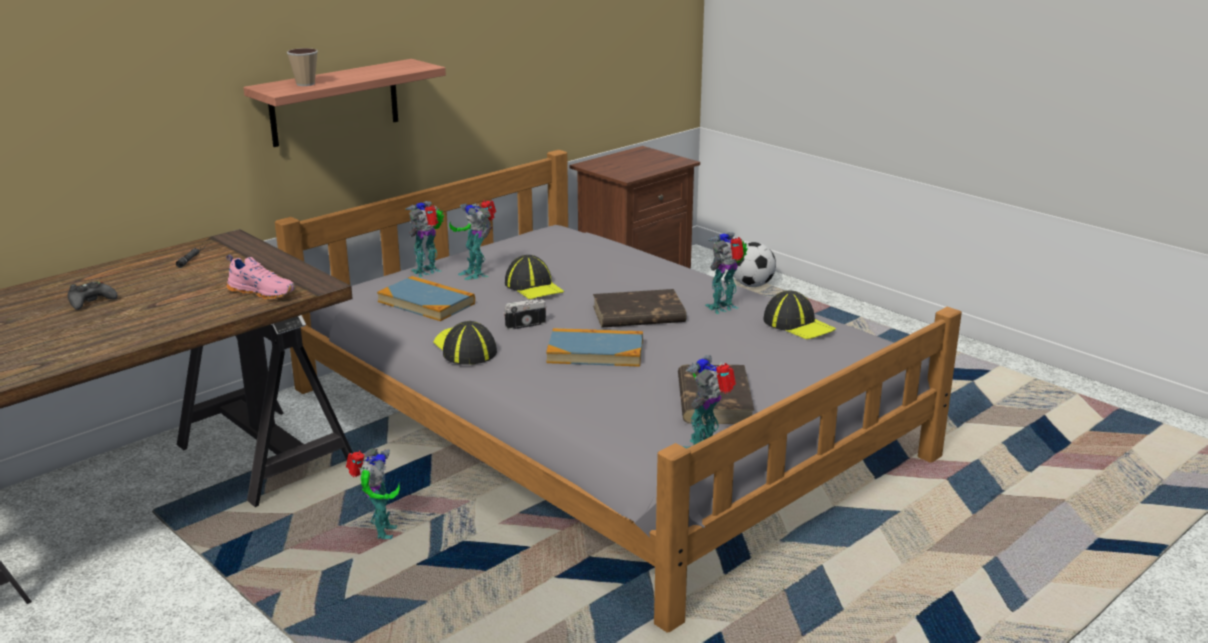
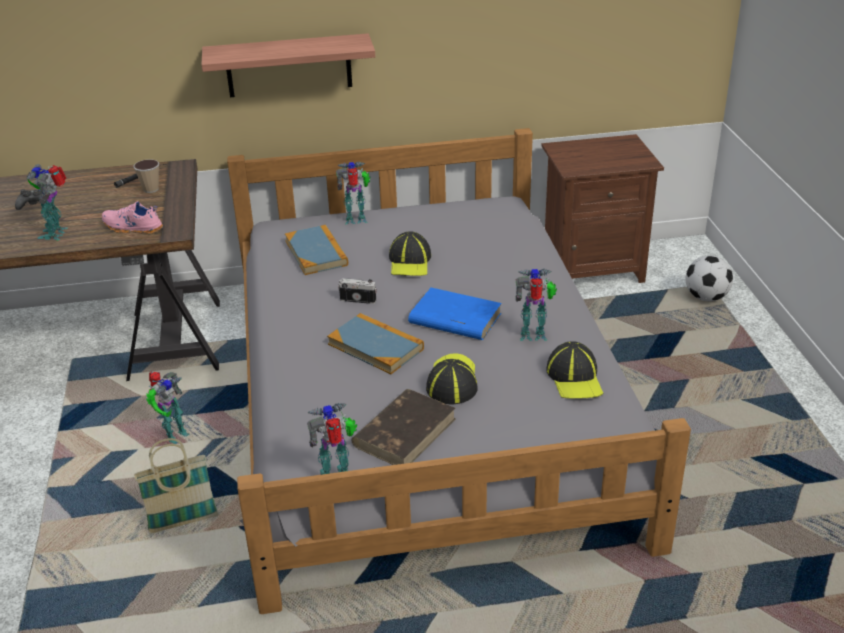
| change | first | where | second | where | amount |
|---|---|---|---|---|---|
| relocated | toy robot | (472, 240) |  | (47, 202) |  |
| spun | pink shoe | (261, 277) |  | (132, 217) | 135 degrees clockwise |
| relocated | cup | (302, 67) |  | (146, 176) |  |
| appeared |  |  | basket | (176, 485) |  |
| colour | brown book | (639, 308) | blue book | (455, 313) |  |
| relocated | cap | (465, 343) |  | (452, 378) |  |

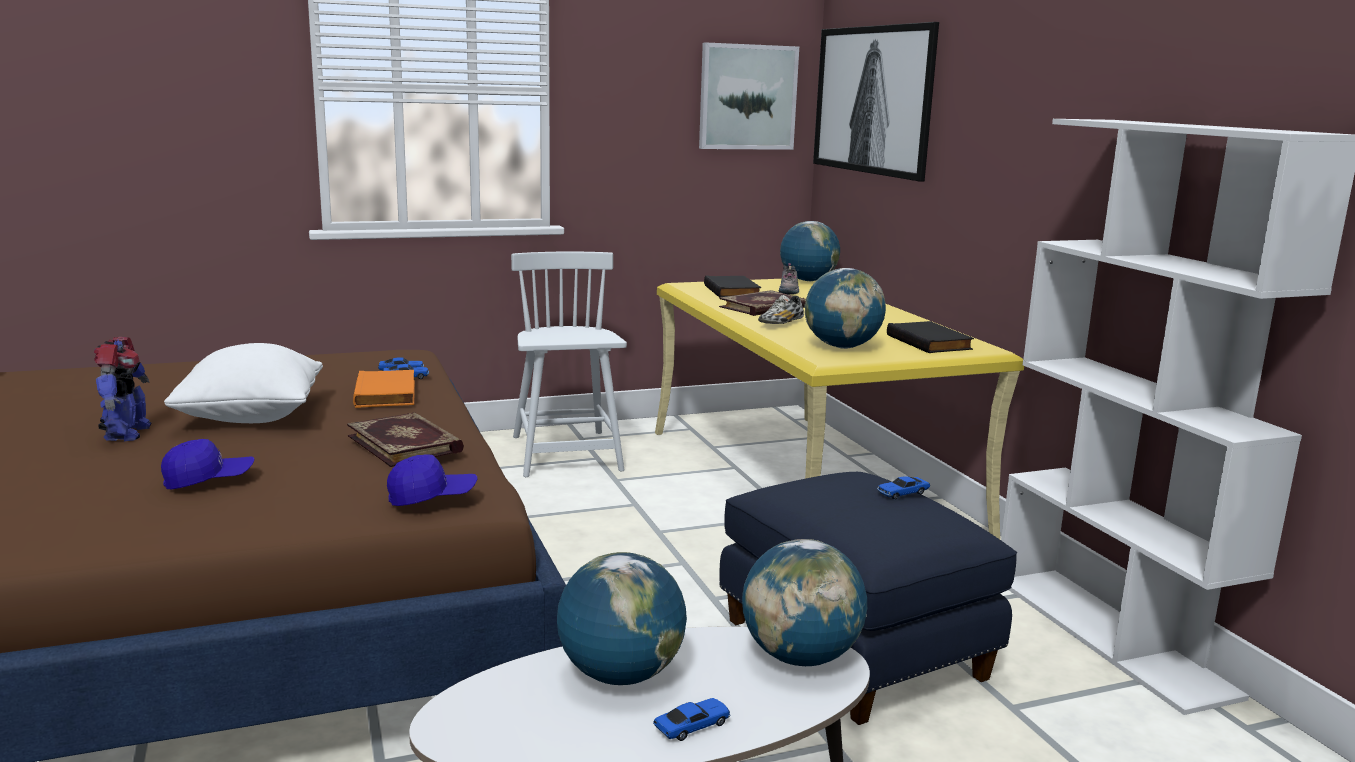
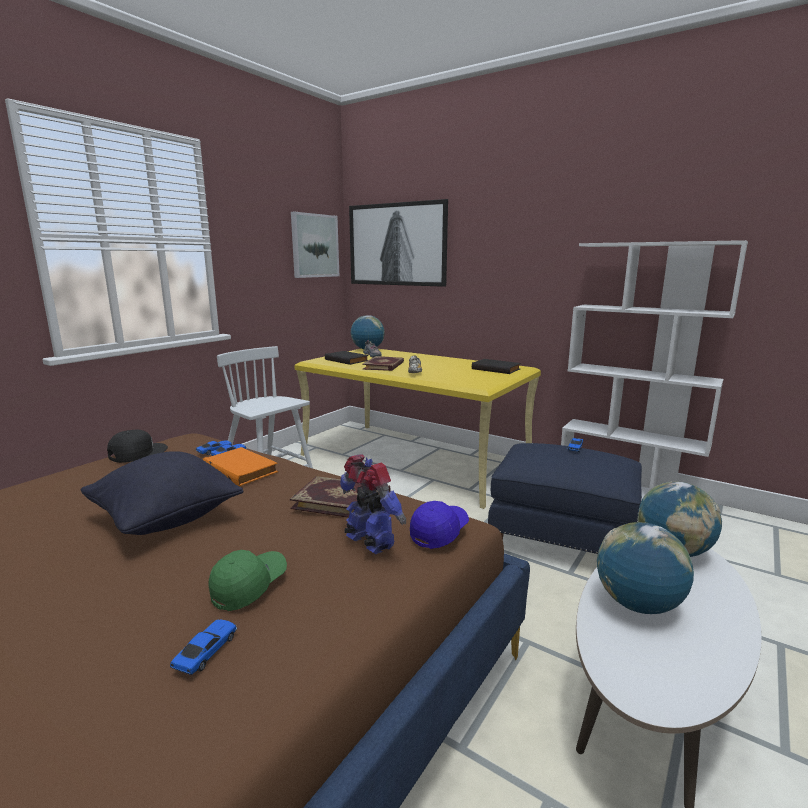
| change | first | where | second | where | amount |
|---|---|---|---|---|---|
| colour | white pillow | (243, 383) | black pillow | (162, 493) |  |
| appeared |  |  | black cap | (137, 446) |  |
| relocated | toy car | (691, 719) |  | (203, 647) |  |
| colour | blue cap | (207, 464) | green cap | (247, 580) |  |
| relocated | toy robot | (123, 389) |  | (373, 504) |  |
| missing | globe | (845, 308) |  |  |  |

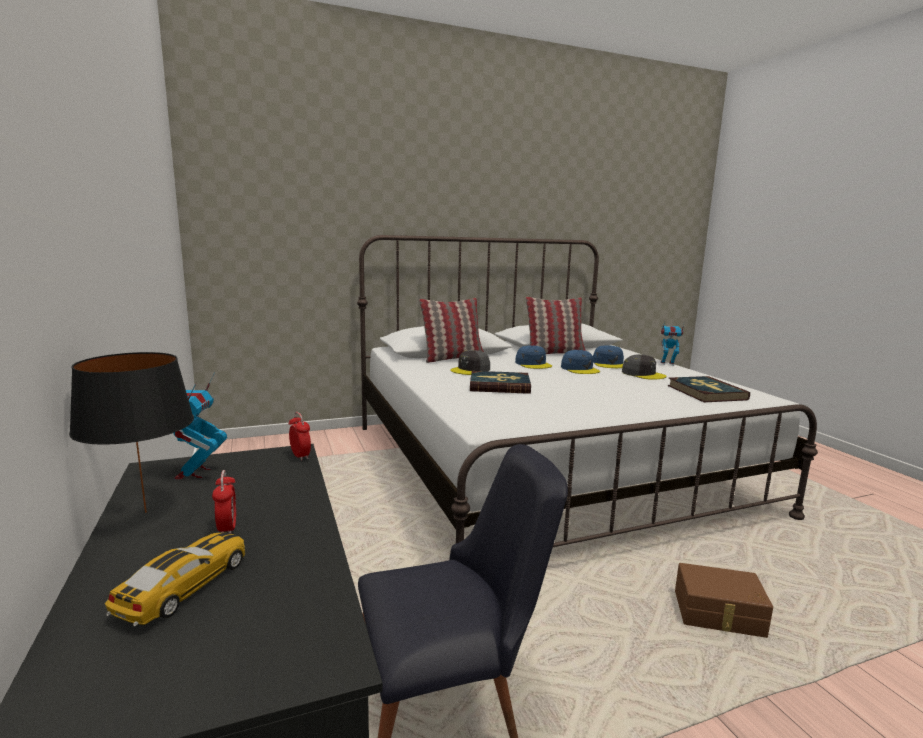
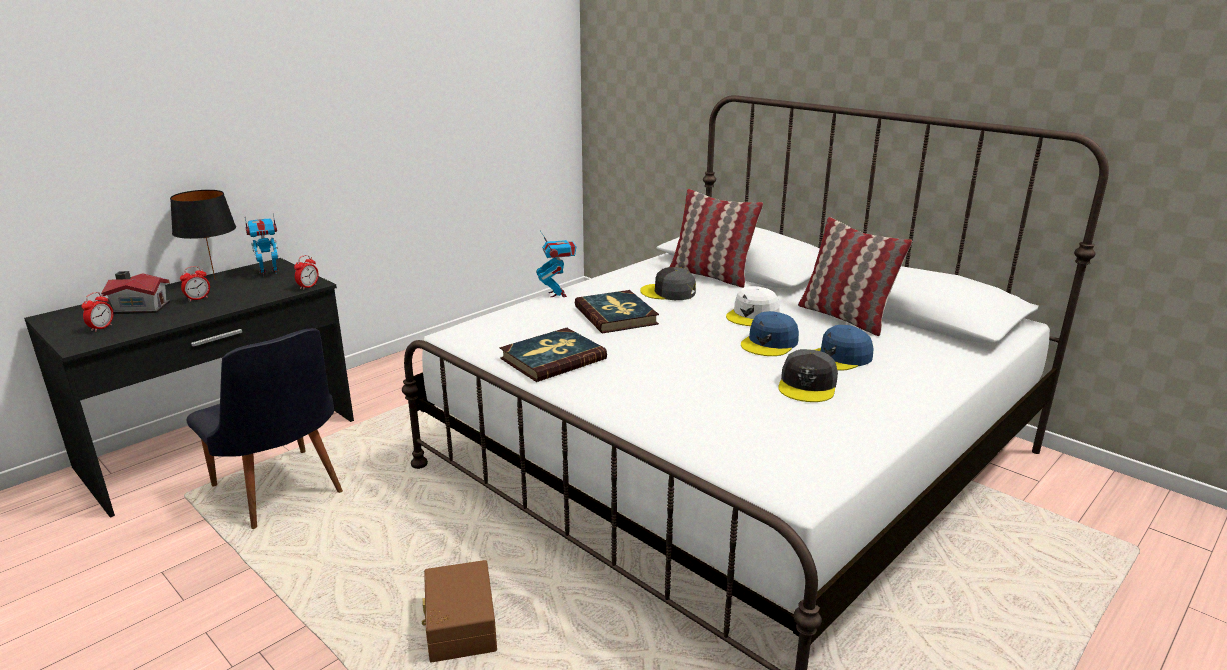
| change | first | where | second | where | amount |
|---|---|---|---|---|---|
| appeared |  |  | alarm clock | (97, 312) |  |
| exchanged | toy car | (175, 579) | toy house | (135, 292) |  |
| relocated | book | (709, 389) |  | (553, 355) |  |
| relocated | toy robot | (673, 343) |  | (556, 264) |  |
| colour | blue cap | (533, 357) | white cap | (753, 306) |  |

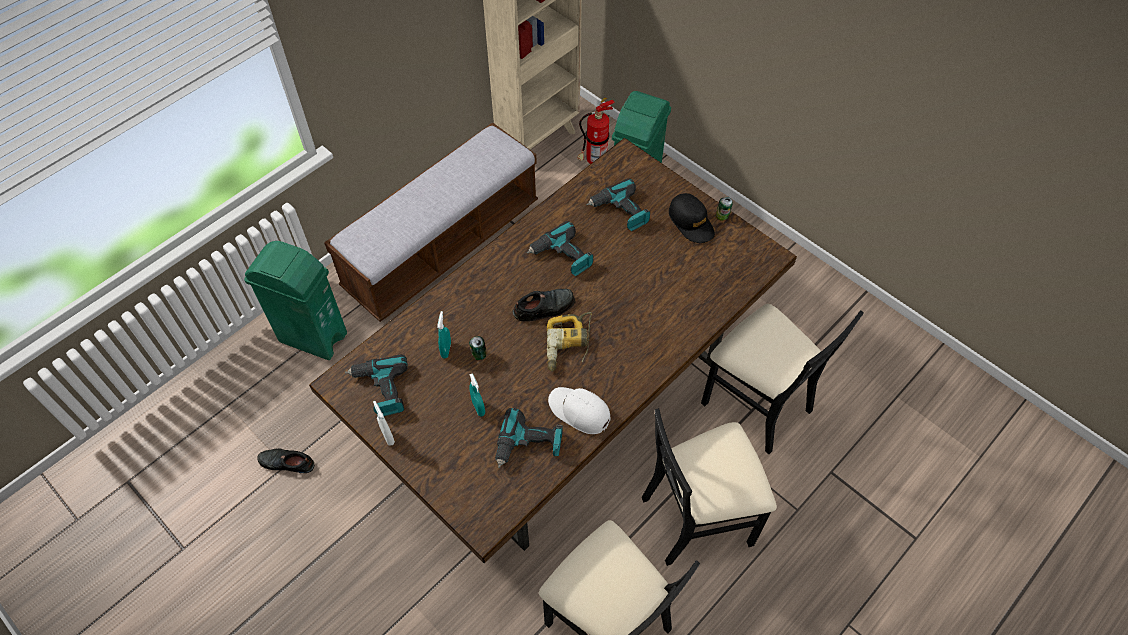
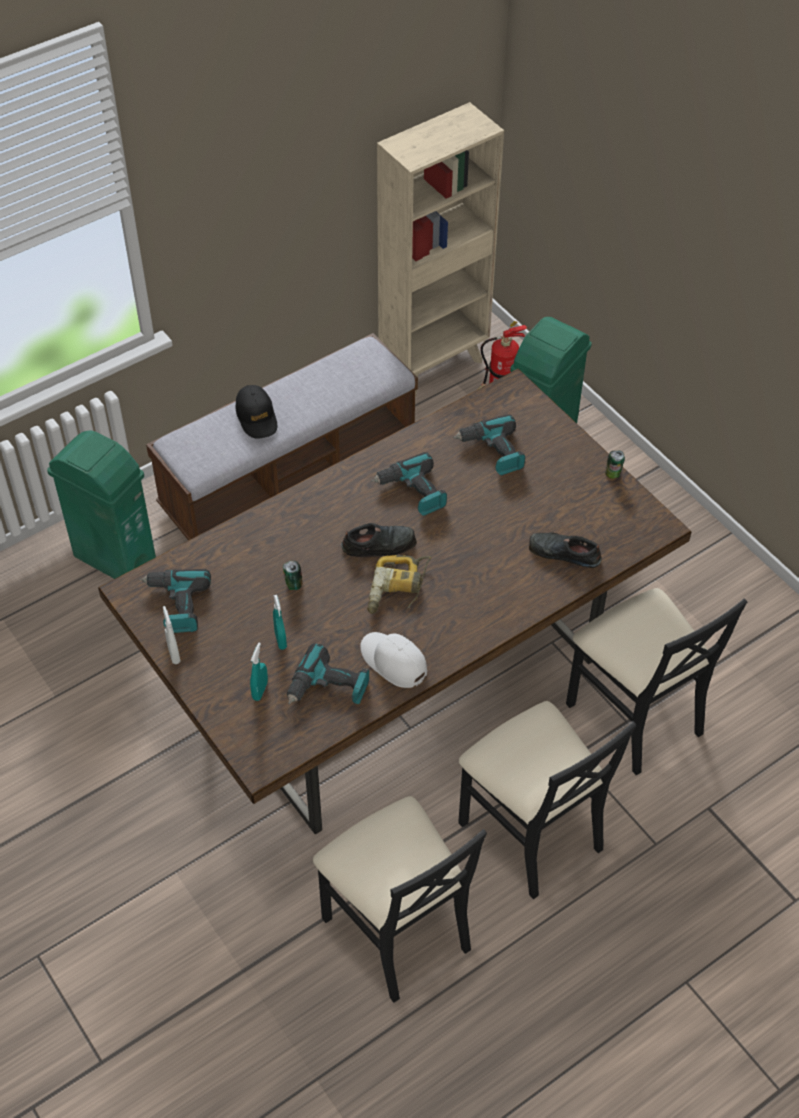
| change | first | where | second | where | amount |
|---|---|---|---|---|---|
| relocated | black cap | (692, 218) |  | (256, 412) |  |
| relocated | turquoise spray bottle | (444, 335) |  | (259, 672) |  |
| spun | black chair | (709, 487) |  | (547, 800) | 120 degrees counterclockwise |
| relocated | black shoe | (285, 460) |  | (565, 550) |  |

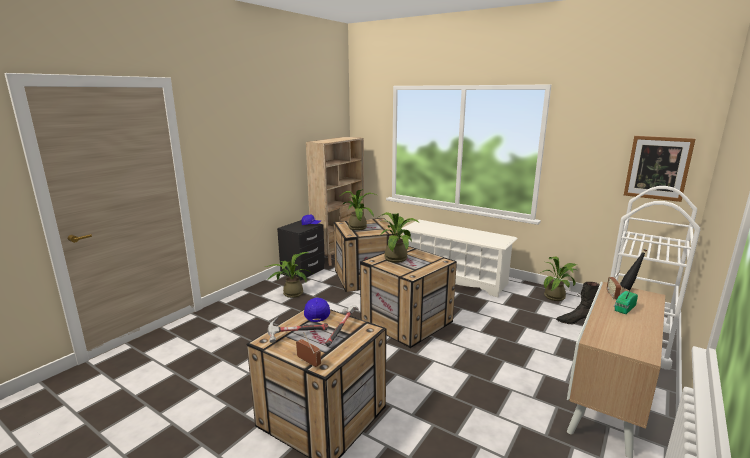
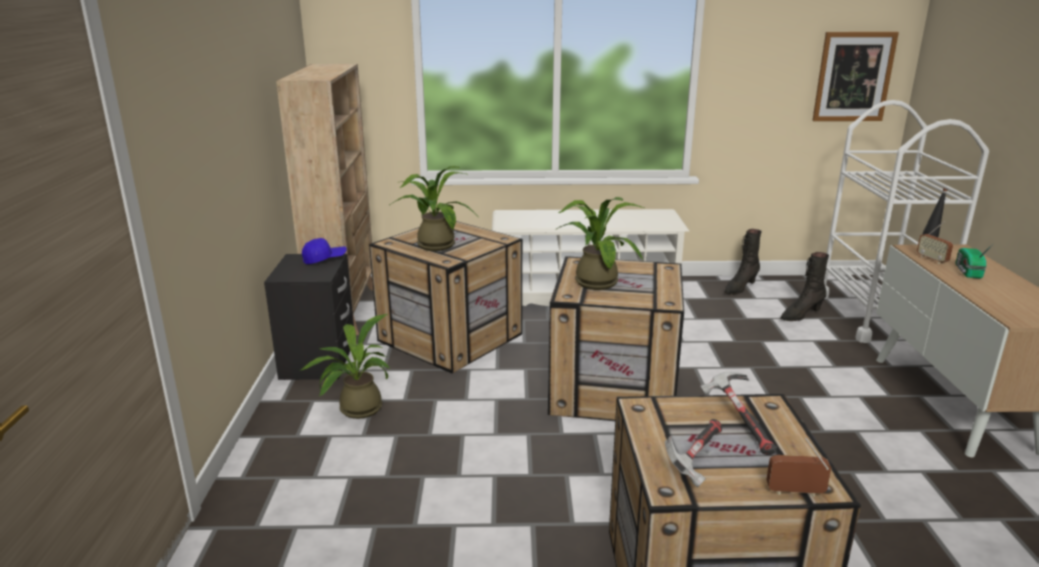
| change | first | where | second | where | amount |
|---|---|---|---|---|---|
| exchanged | potted plant | (558, 278) | black boot | (743, 262) |  |
| missing | blue cap | (317, 310) |  |  |  |

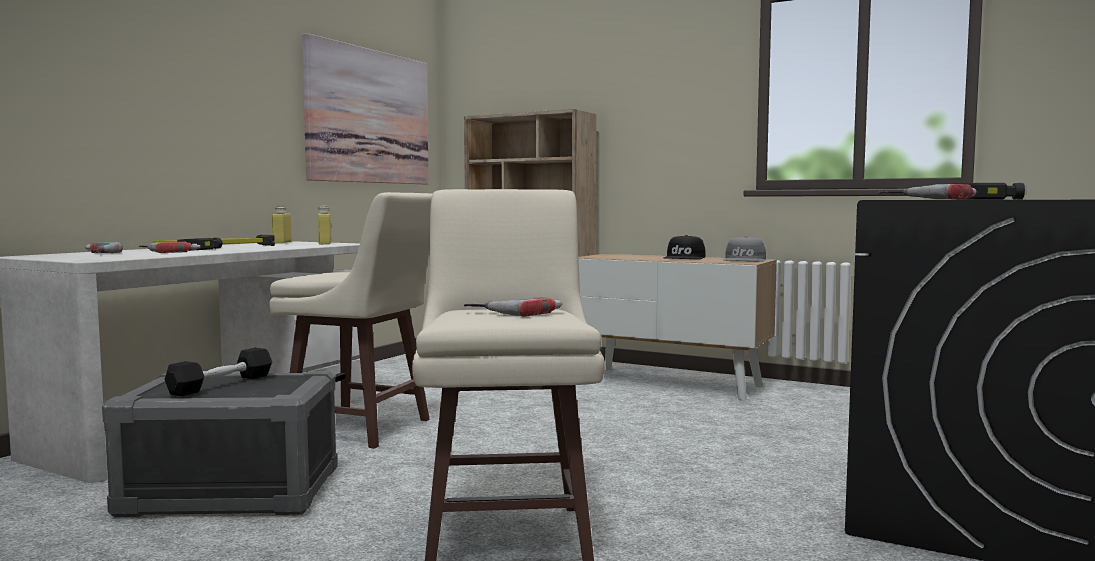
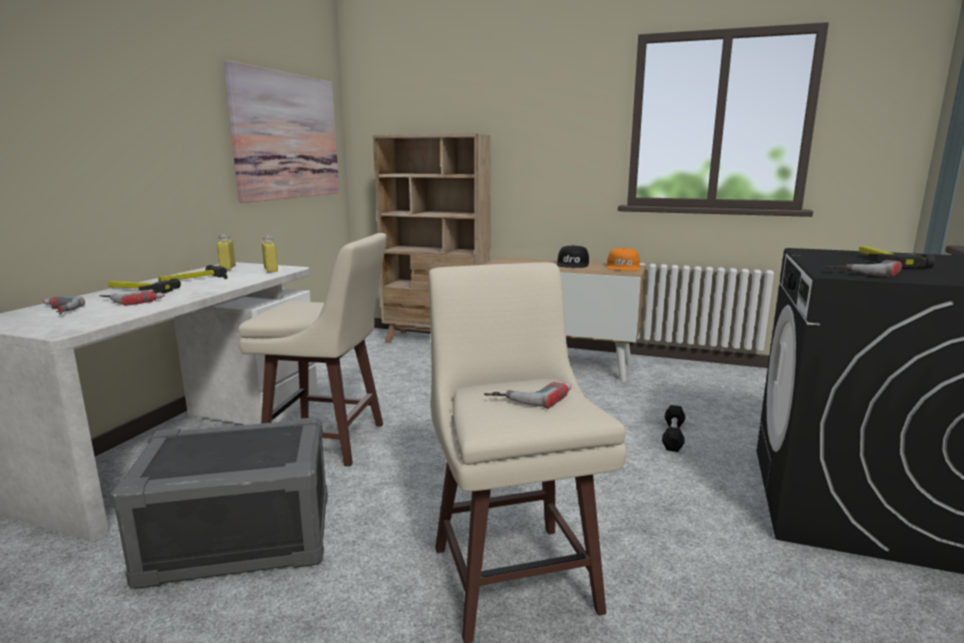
| change | first | where | second | where | amount |
|---|---|---|---|---|---|
| colour | grey cap | (745, 249) | orange cap | (623, 259) |  |
| relocated | black dumbbell | (218, 372) |  | (673, 428) |  |

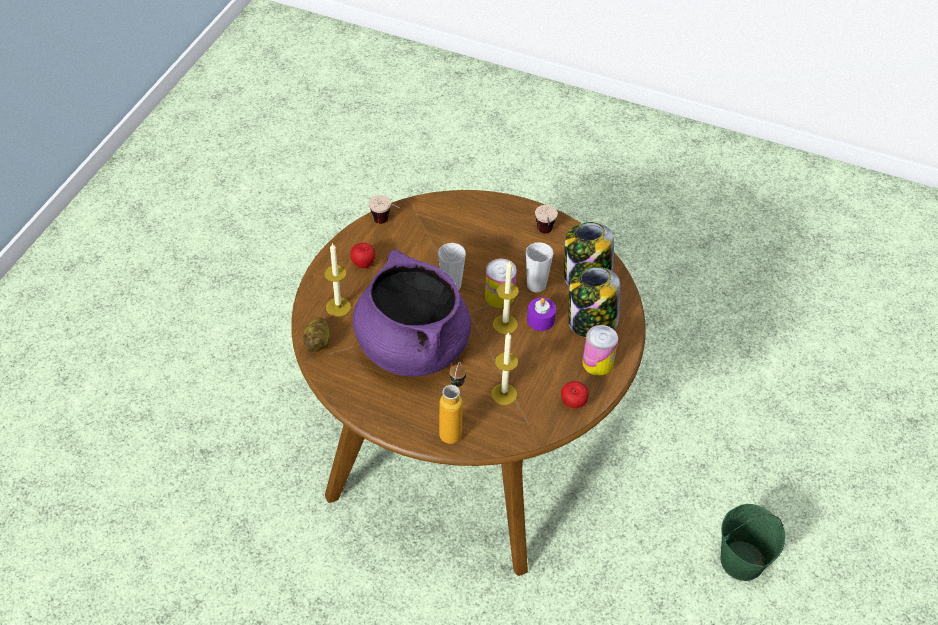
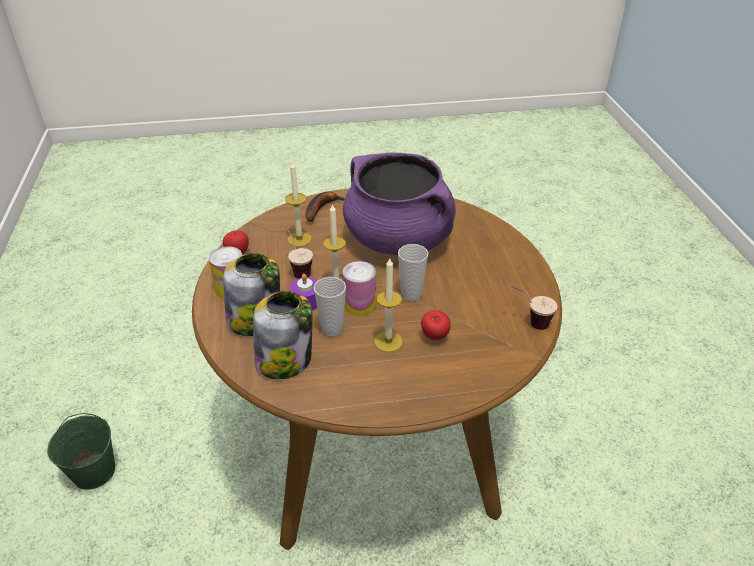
| change | first | where | second | where | amount |
|---|---|---|---|---|---|
| relocated | cup | (546, 219) |  | (299, 252) |  |
| exchanged | bottle | (452, 402) | banana | (325, 206) |  |
| relocated | candle | (337, 280) |  | (388, 305) |  |
| relocated | apple | (362, 255) |  | (436, 325) |  |
| missing | potato | (316, 335) |  |  |  |

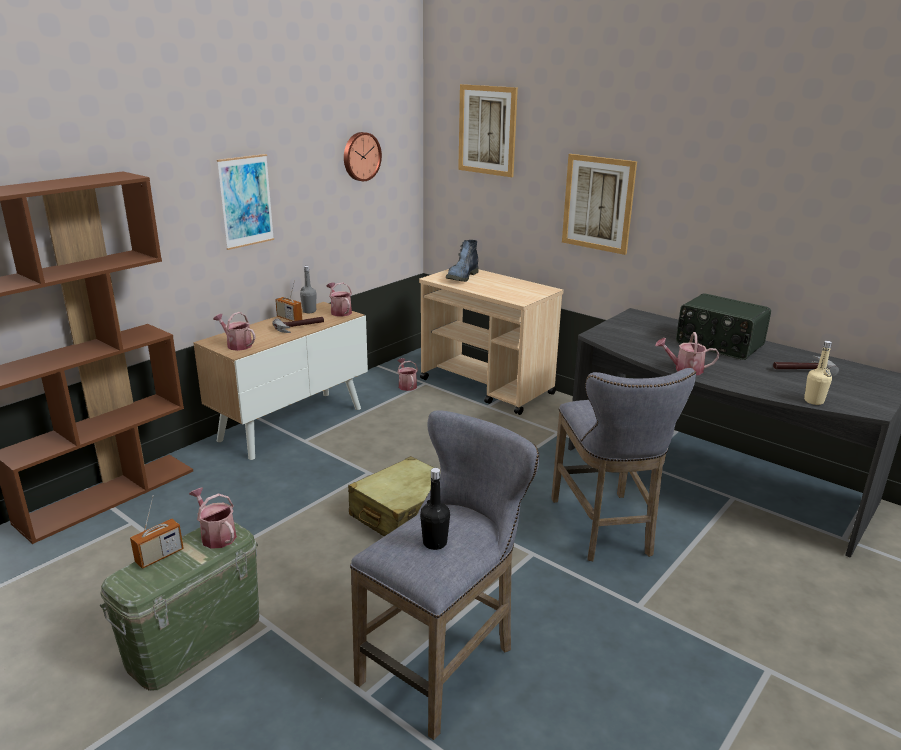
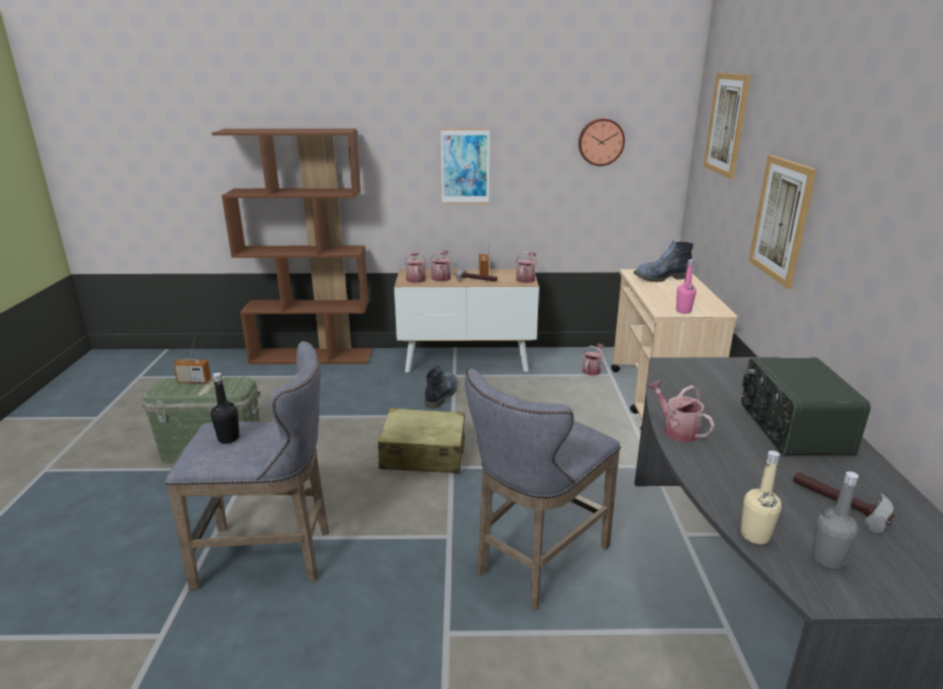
| change | first | where | second | where | amount |
|---|---|---|---|---|---|
| appeared |  |  | boot | (441, 387) |  |
| relocated | watering can | (213, 518) |  | (441, 266) |  |
| appeared |  |  | pink bottle | (686, 287) |  |
| relocated | grey bottle | (308, 289) |  | (835, 520) |  |

